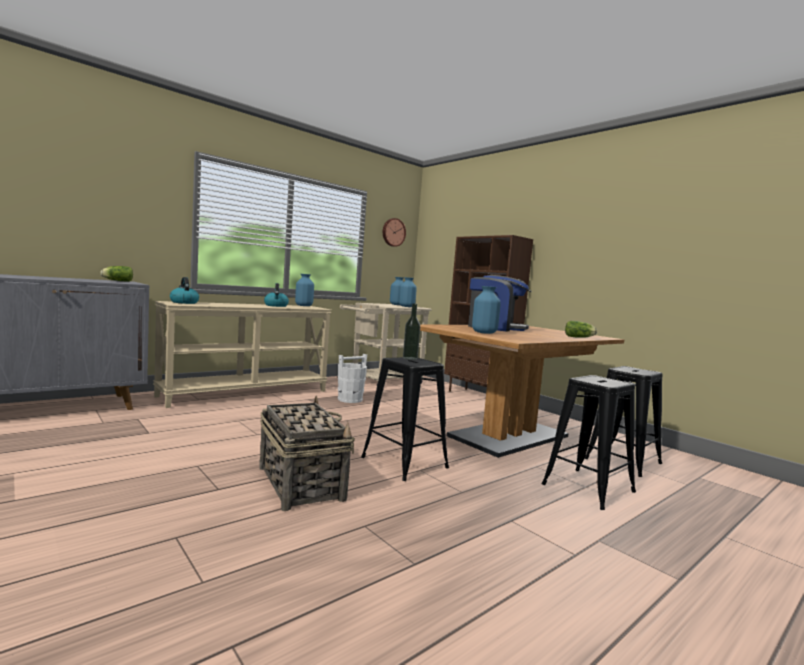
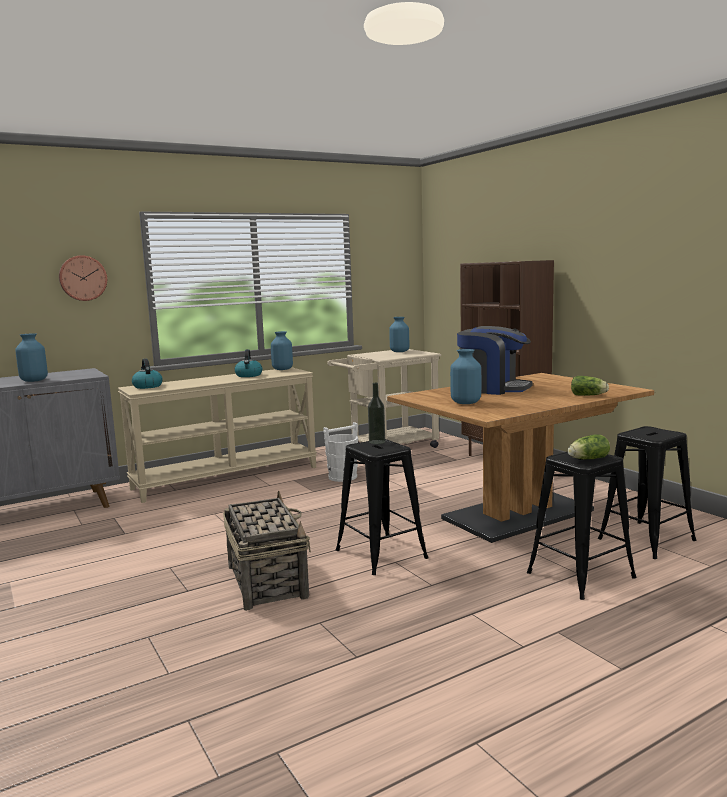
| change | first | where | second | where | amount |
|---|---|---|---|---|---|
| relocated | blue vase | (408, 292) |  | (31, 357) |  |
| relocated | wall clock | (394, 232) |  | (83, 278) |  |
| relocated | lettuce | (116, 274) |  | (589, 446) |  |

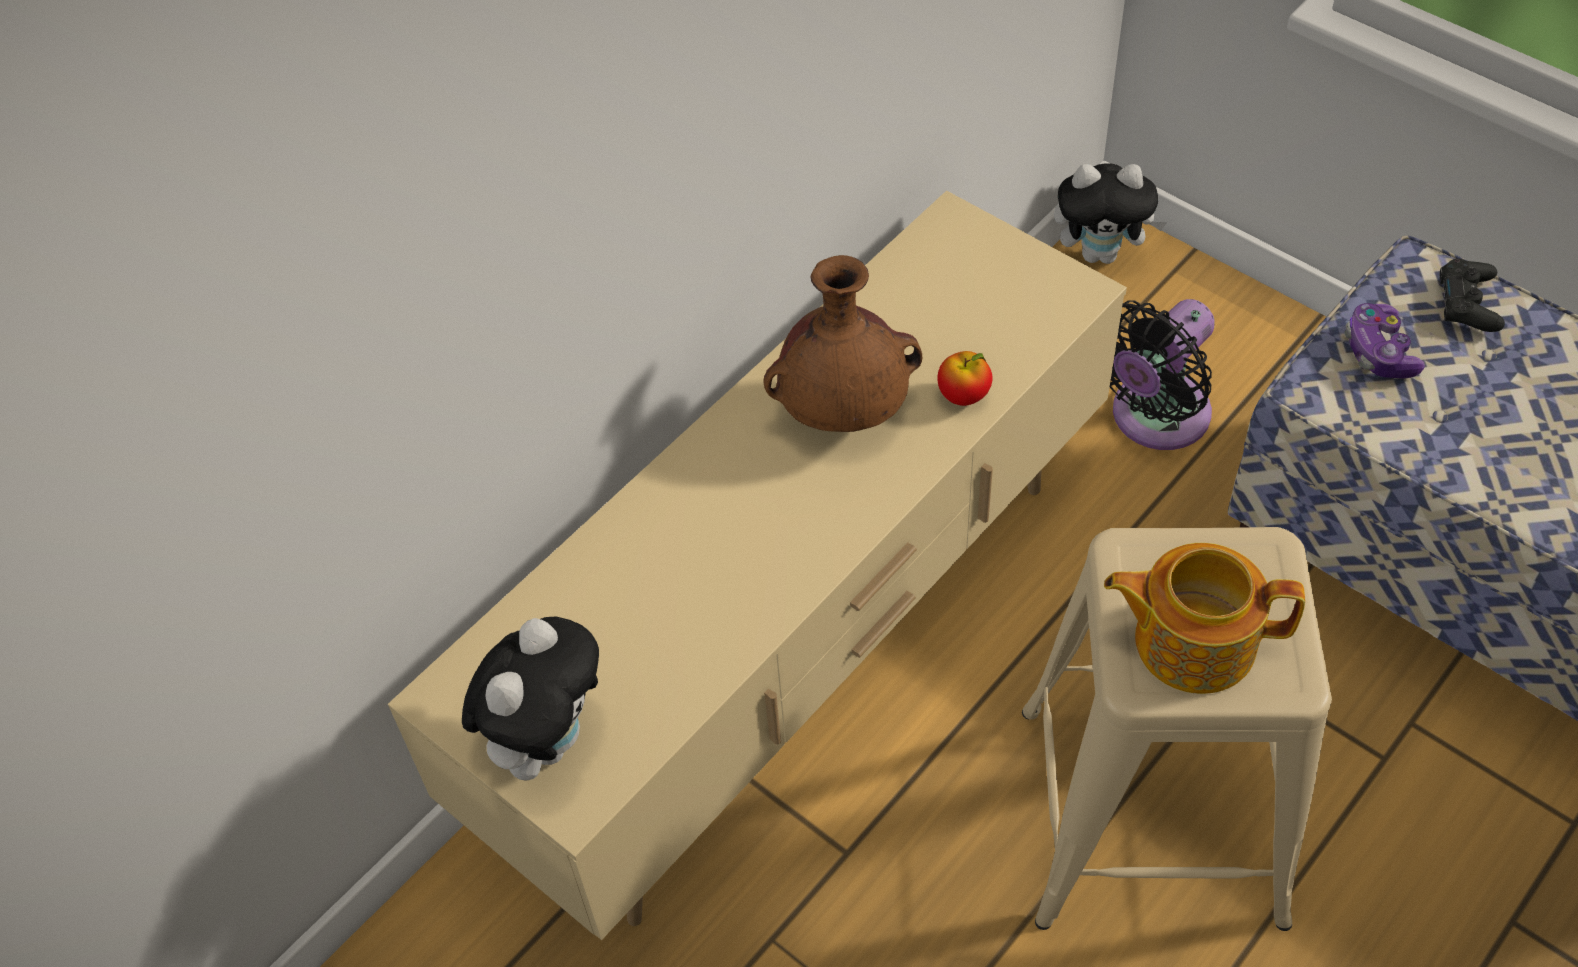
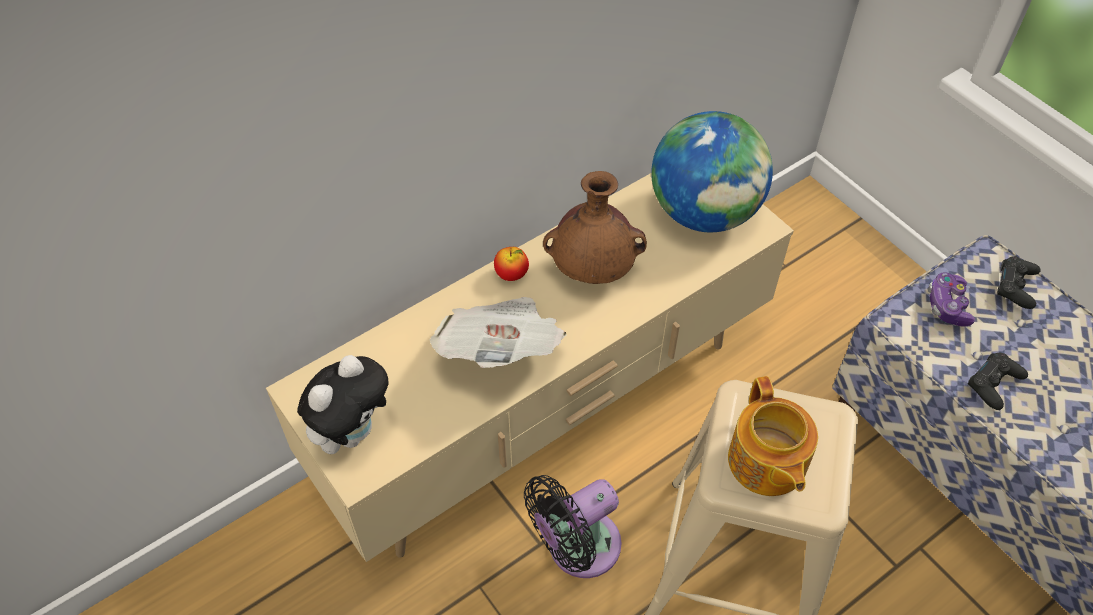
| change | first | where | second | where | amount |
|---|---|---|---|---|---|
| appeared |  |  | newspaper | (498, 332) |  |
| relocated | apple | (965, 378) |  | (511, 264) |  |
| relocated | black fan | (1162, 374) |  | (573, 526) |  |
| appeared |  |  | globe | (712, 171) |  |
| spun | teapot | (1204, 618) |  | (773, 436) | 120 degrees counterclockwise |
| appeared |  |  | black game controller | (998, 381) |  |
| missing | plush toy | (1110, 213) |  |  |  |

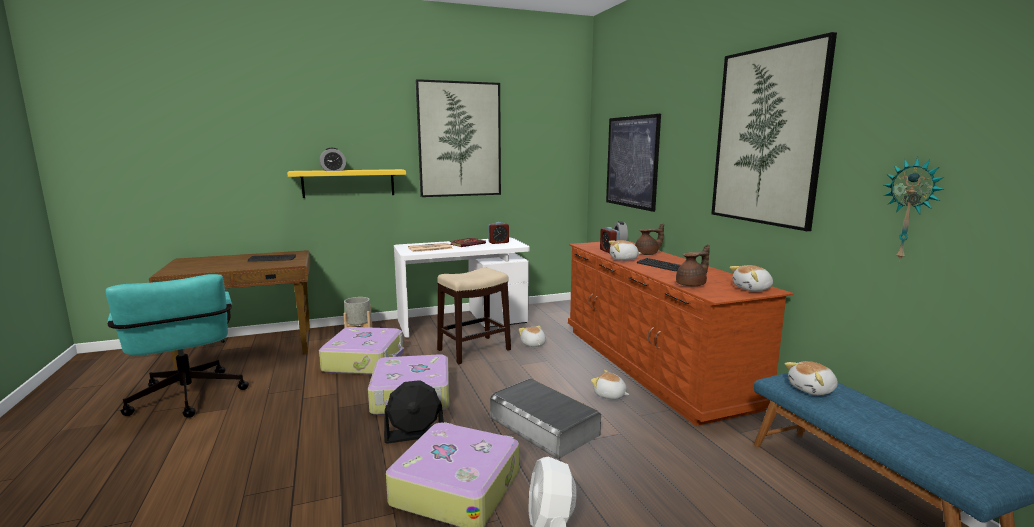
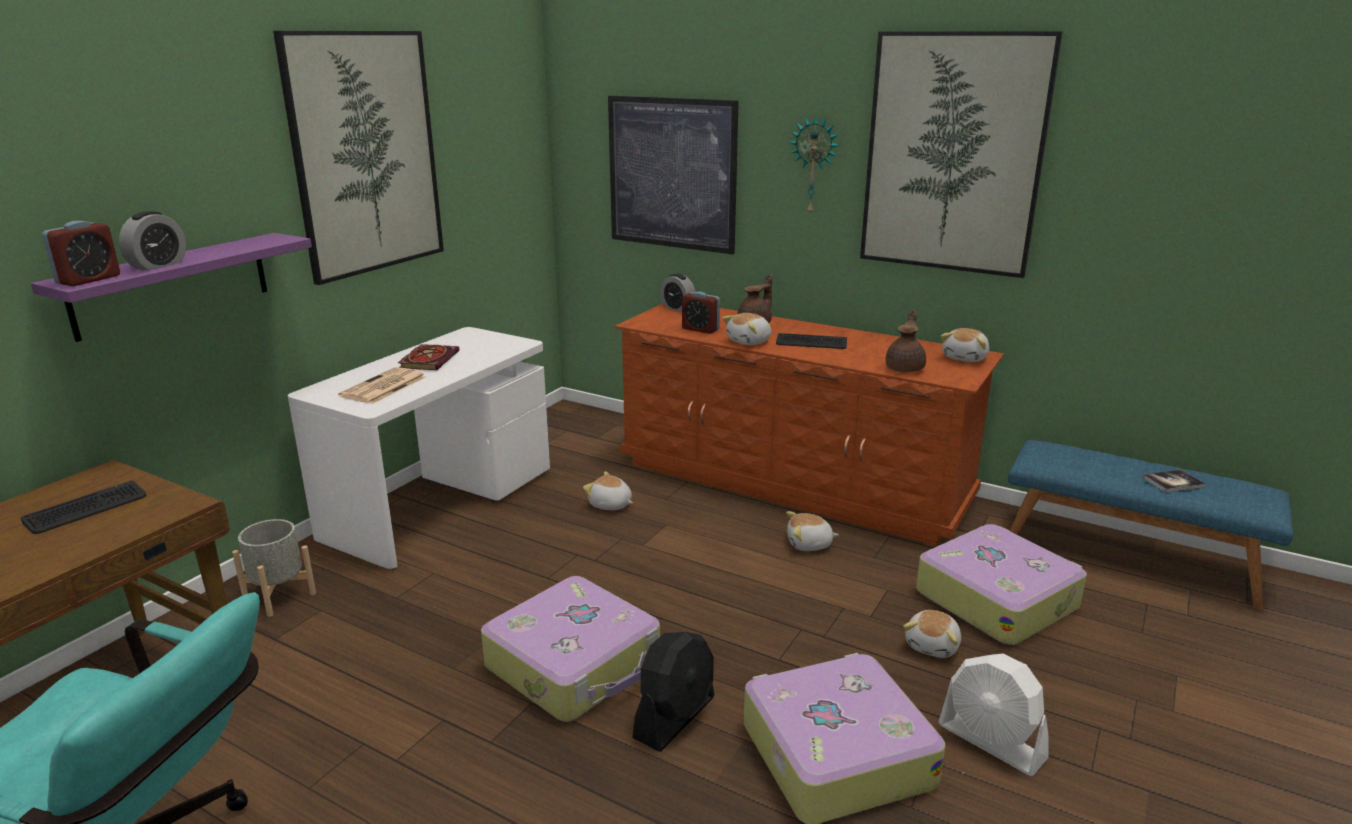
| change | first | where | second | where | amount |
|---|---|---|---|---|---|
| colour | yellow shelf | (346, 183) | purple shelf | (171, 287) |  |
| relocated | alarm clock | (498, 233) |  | (81, 253) |  |
| relocated | wall clock | (914, 209) |  | (814, 165) |  |
| relocated | plush toy | (811, 378) |  | (932, 634) |  |
| relocated | suitcase | (361, 351) |  | (1001, 584) |  |
| appeared |  |  | book | (1174, 481) |  |
| missing | stool | (474, 316) |  |  |  |
| missing | grey storage box | (545, 418) |  |  |  |

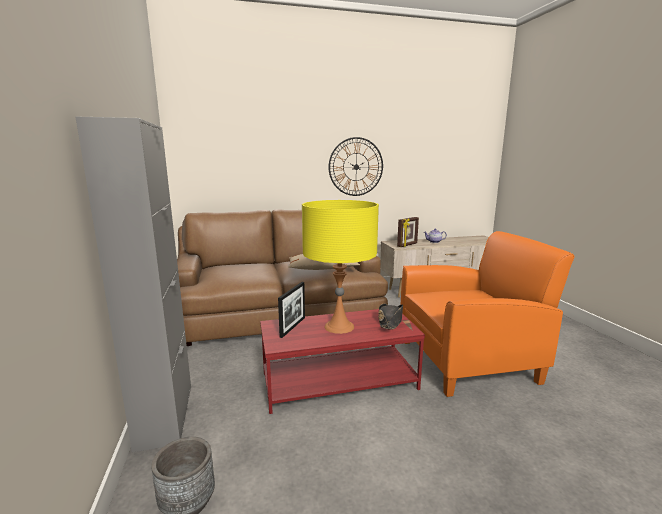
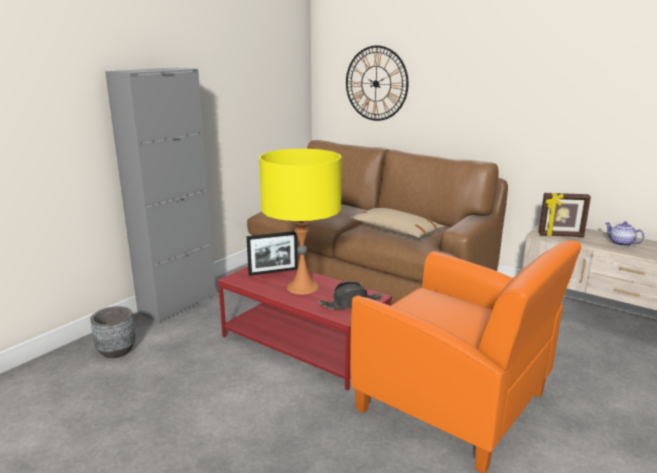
| change | first | where | second | where | amount |
|---|---|---|---|---|---|
| relocated | wall clock | (355, 166) |  | (377, 83) |  |

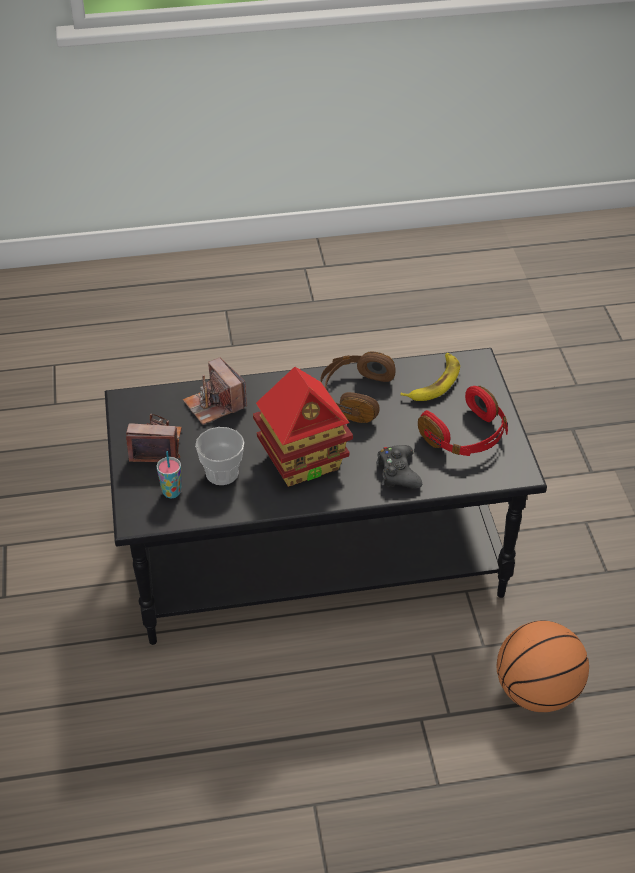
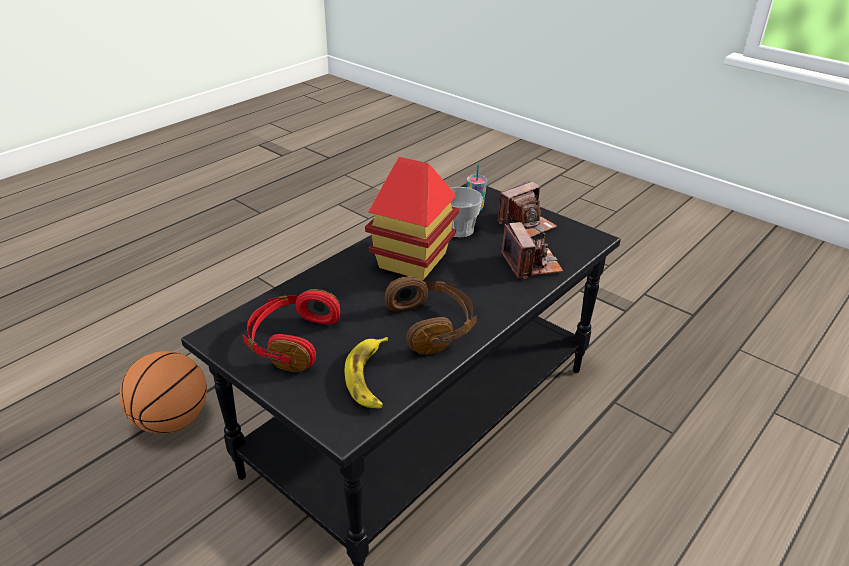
| change | first | where | second | where | amount |
|---|---|---|---|---|---|
| spun | photo camera | (215, 391) |  | (532, 250) | 60 degrees clockwise |
| missing | black game controller | (399, 466) |  |  |  |

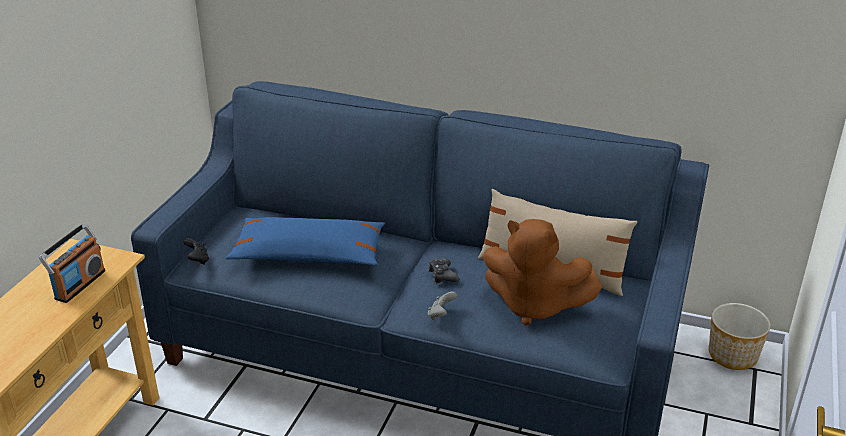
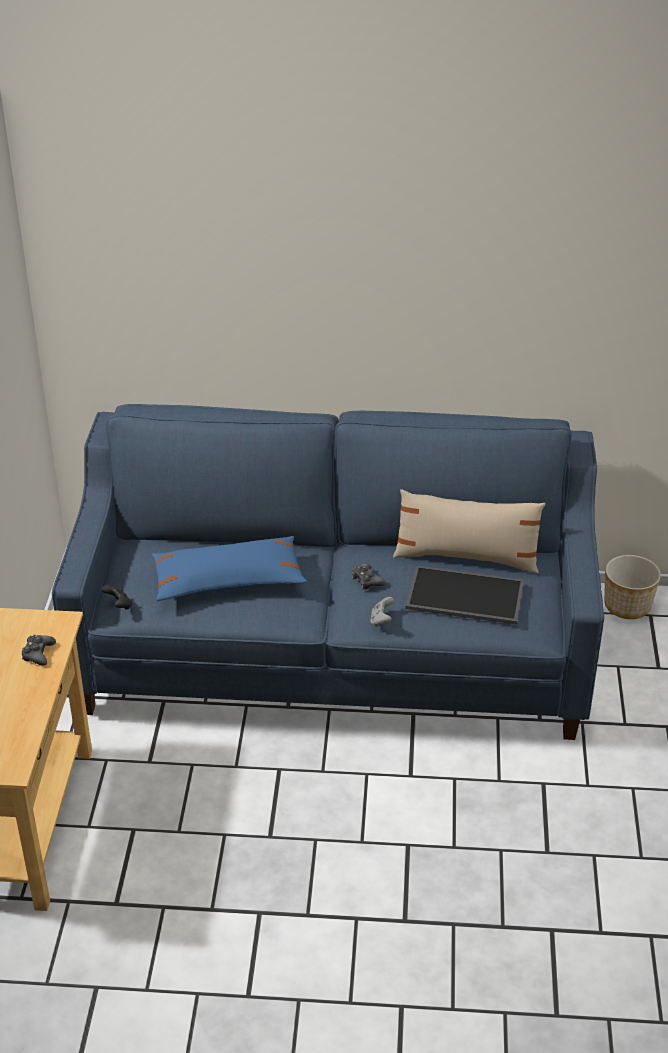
| change | first | where | second | where | amount |
|---|---|---|---|---|---|
| exchanged | radio | (72, 263) | black game controller | (39, 650) |  |
| exchanged | brown plush toy | (542, 272) | tray | (464, 595) |  |

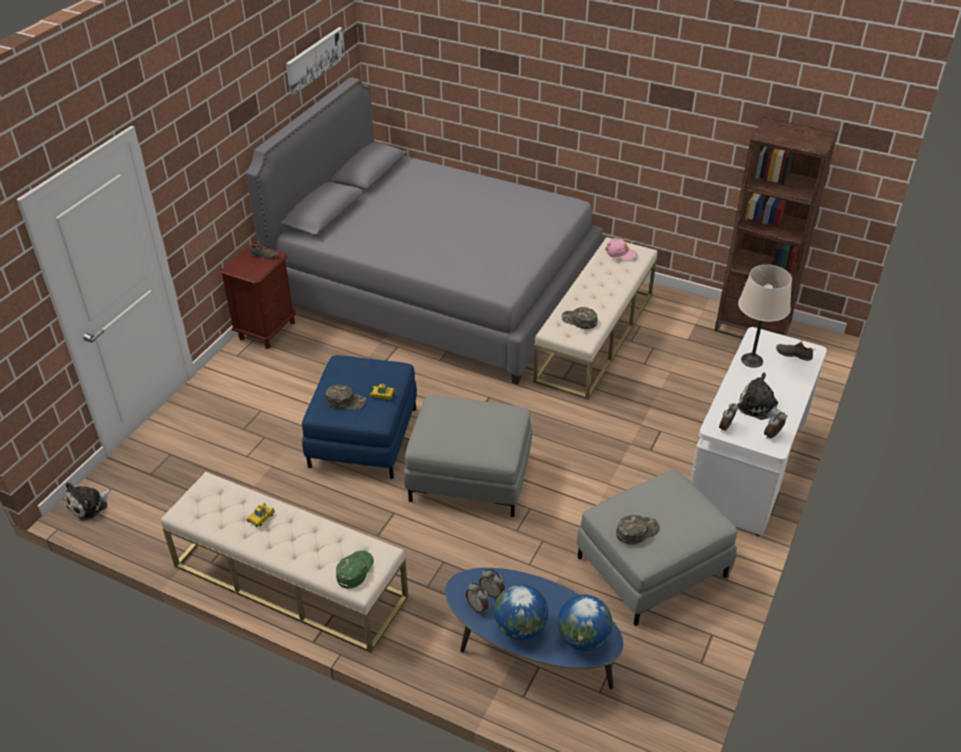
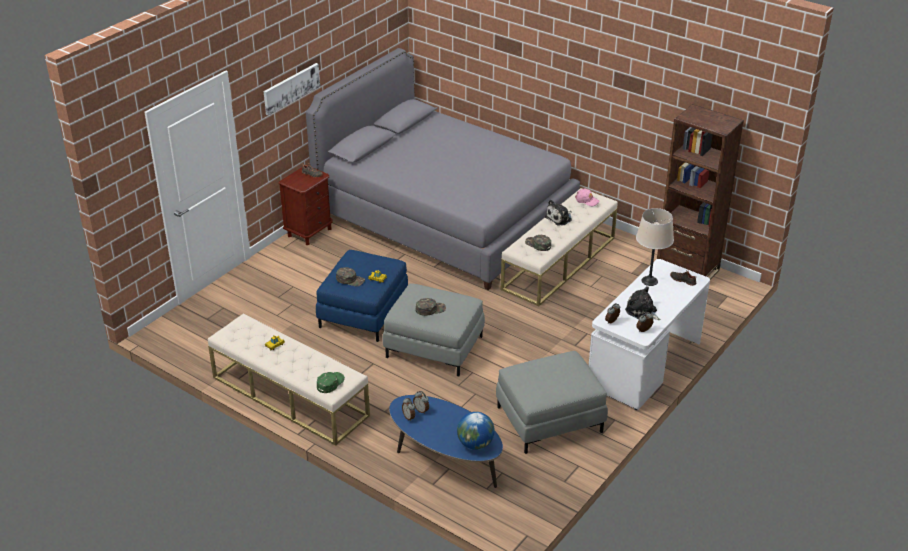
| change | first | where | second | where | amount |
|---|---|---|---|---|---|
| relocated | picture | (315, 61) |  | (292, 89) |  |
| relocated | green cap | (638, 529) |  | (431, 307) |  |
| relocated | plush toy | (88, 501) |  | (558, 212) |  |
| missing | globe | (521, 612) |  |  |  |

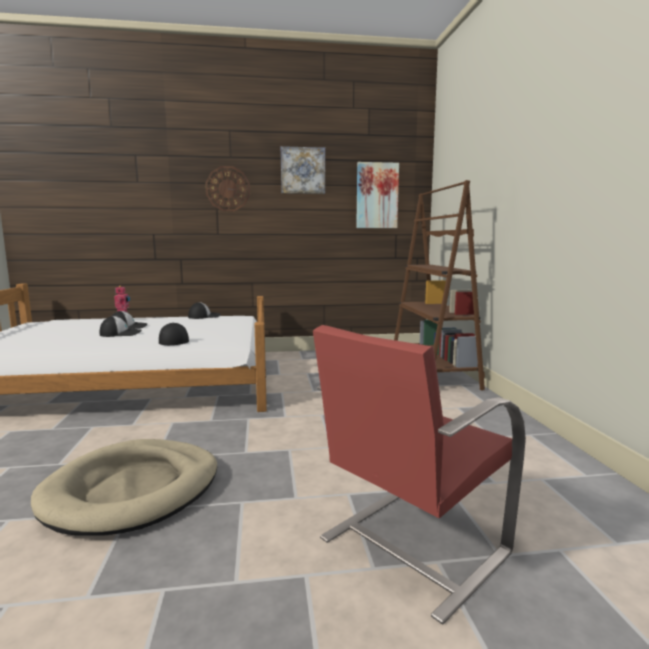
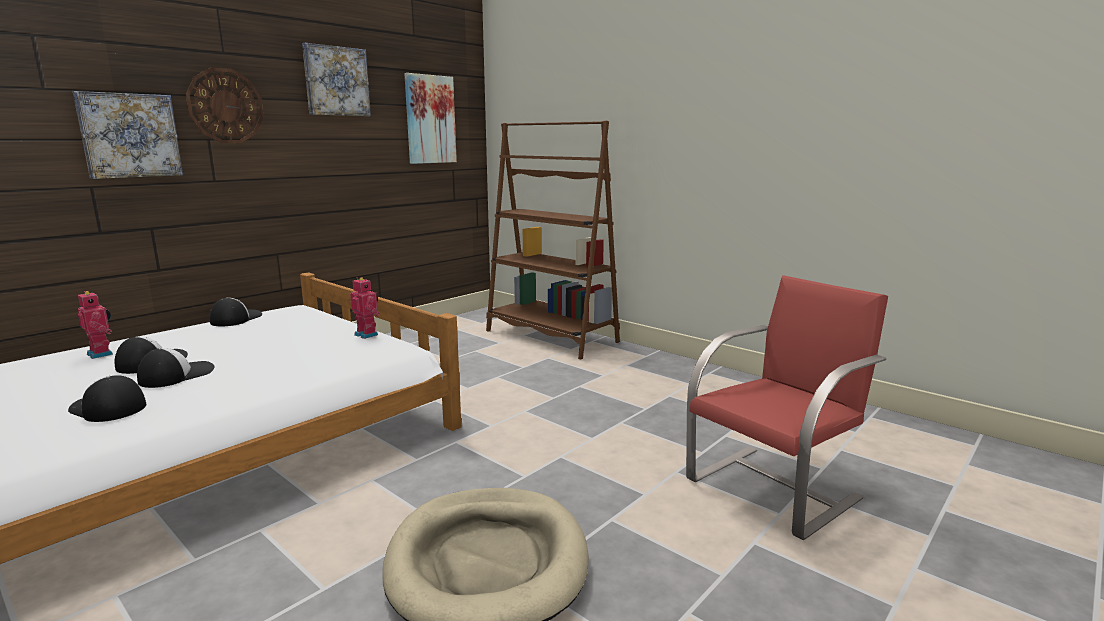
| change | first | where | second | where | amount |
|---|---|---|---|---|---|
| relocated | cap | (174, 333) |  | (107, 398) |  |
| appeared |  |  | picture | (128, 135) |  |
| appeared |  |  | toy robot | (365, 308) |  |
| spun | red chair | (419, 474) |  | (787, 407) | 135 degrees counterclockwise |

